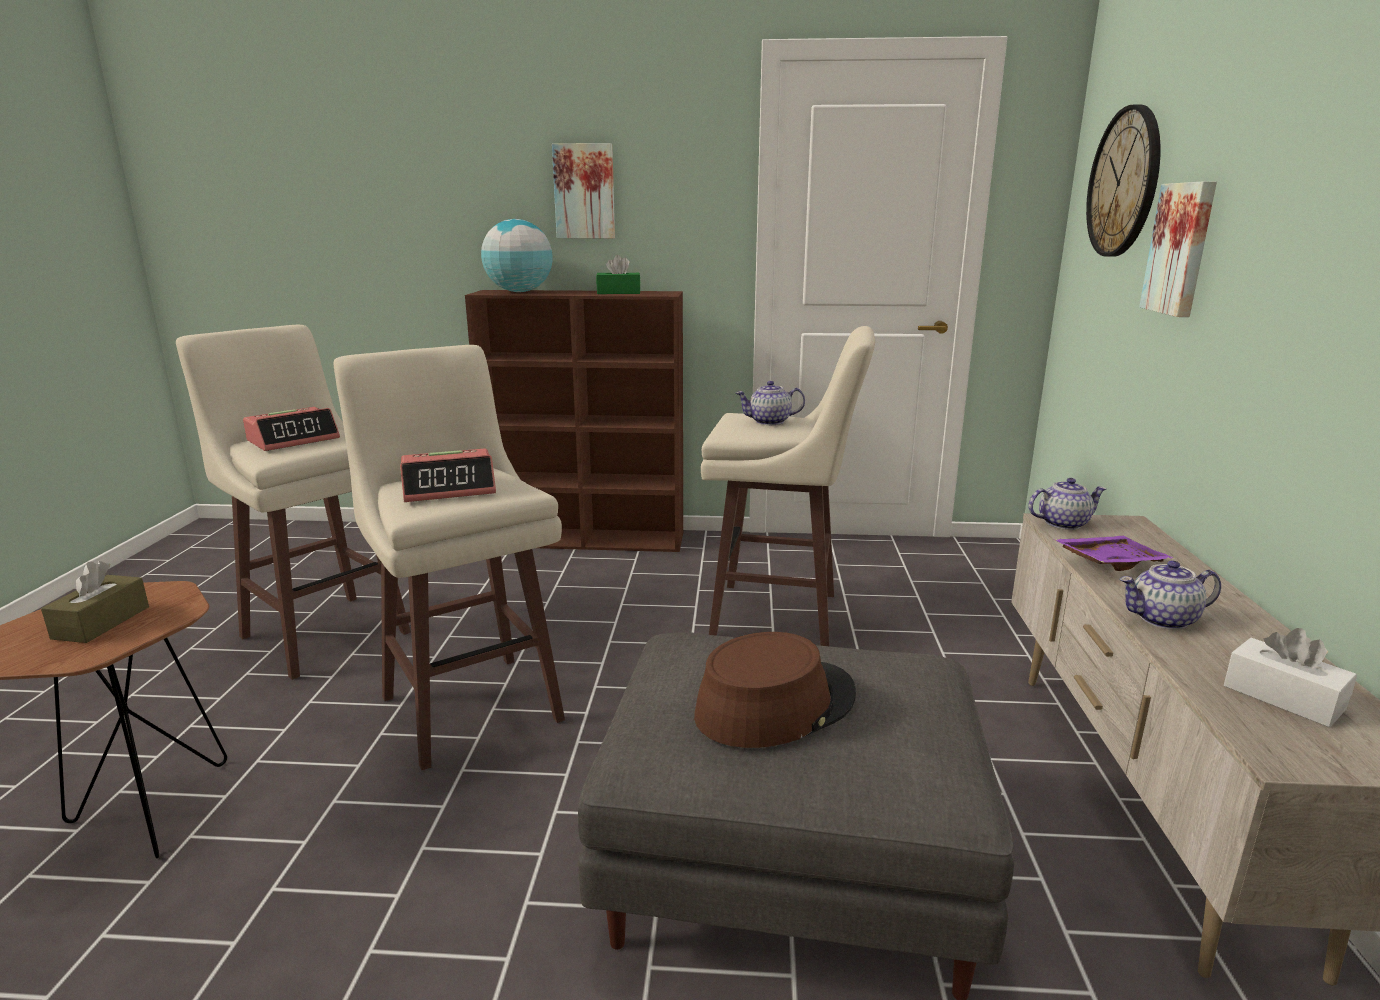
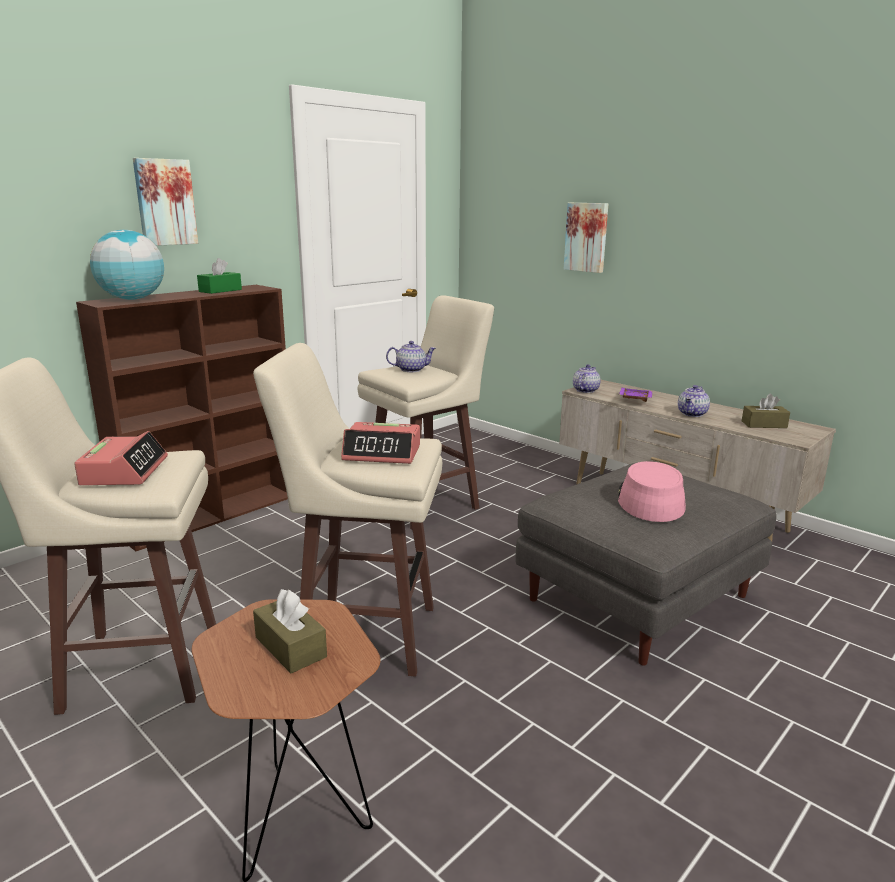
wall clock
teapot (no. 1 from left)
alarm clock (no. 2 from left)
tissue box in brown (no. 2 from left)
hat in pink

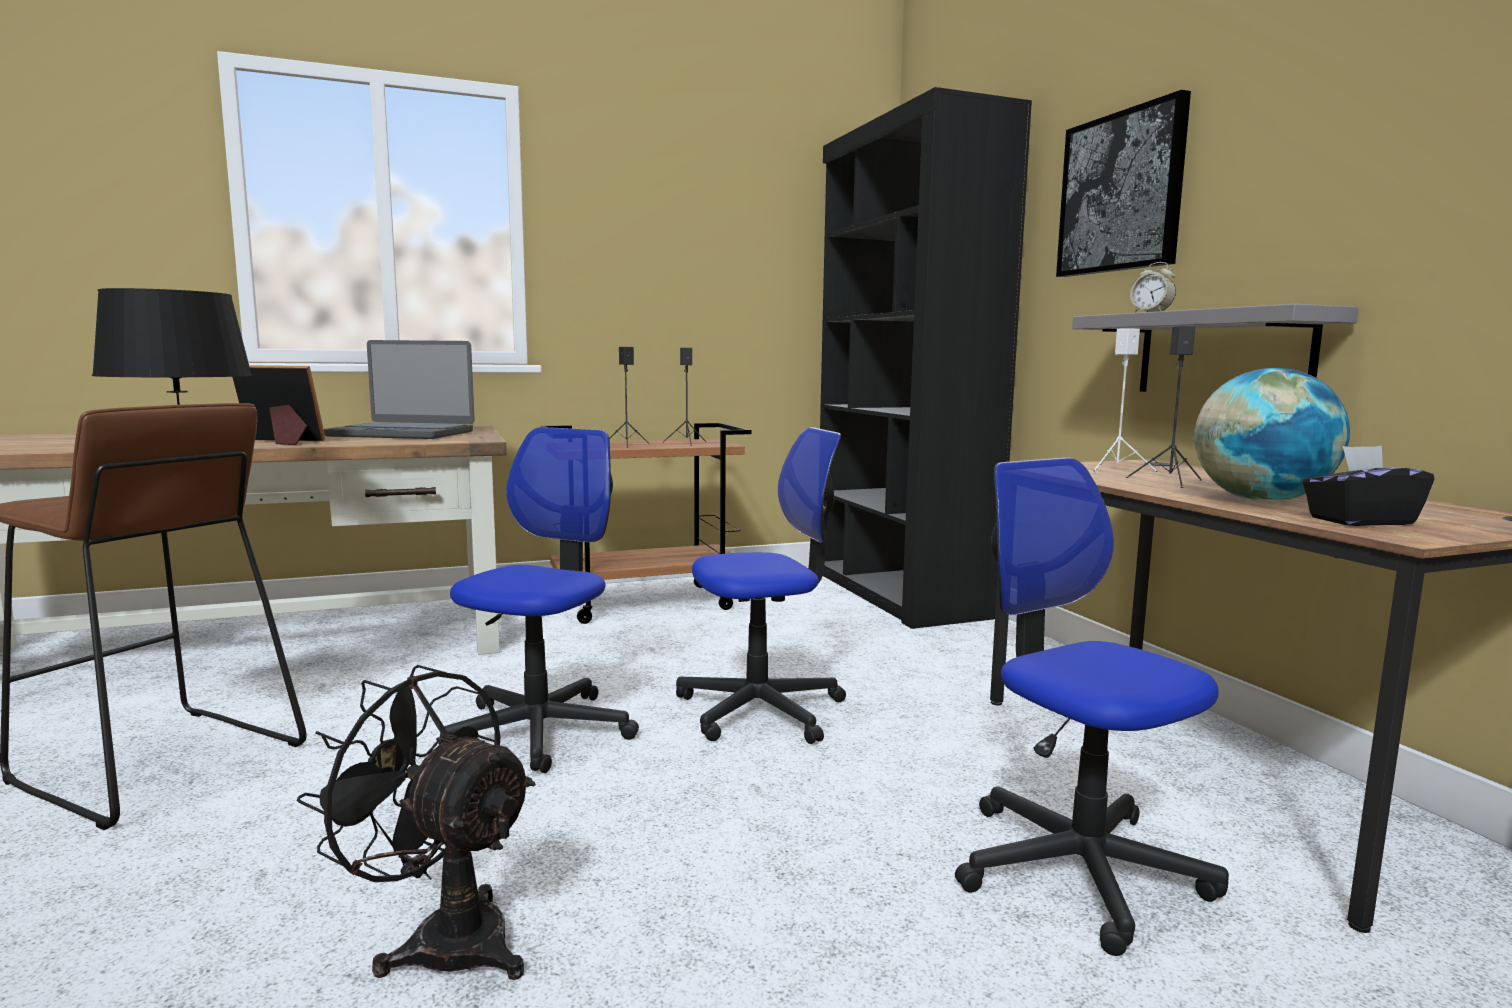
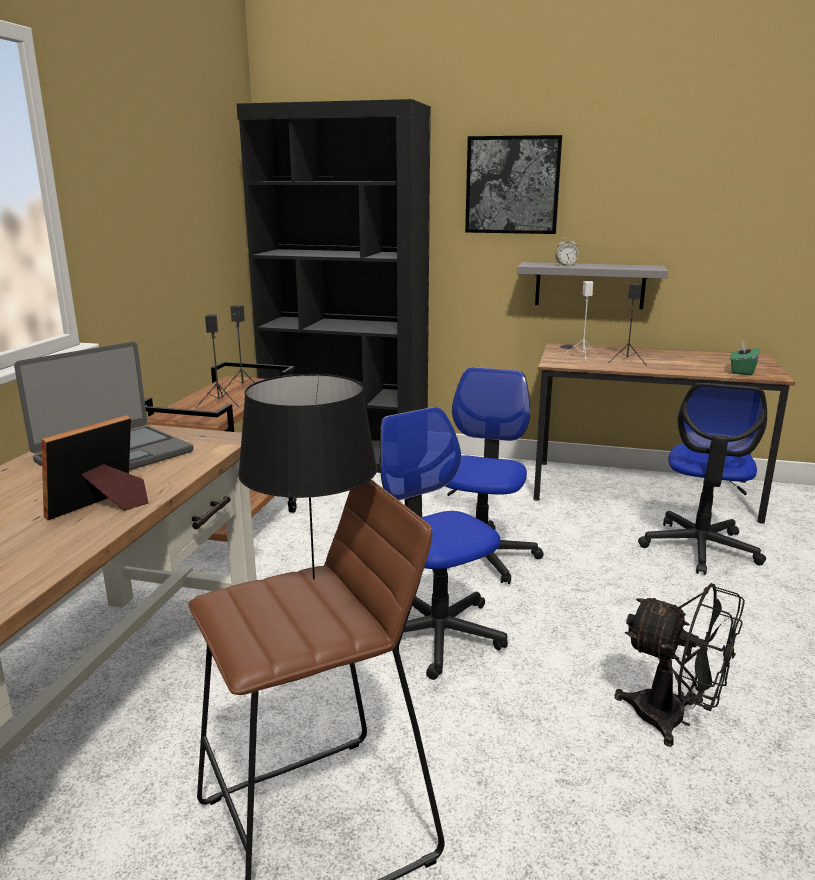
globe
tissue box in green
office chair (no. 3 from left)
fan in black

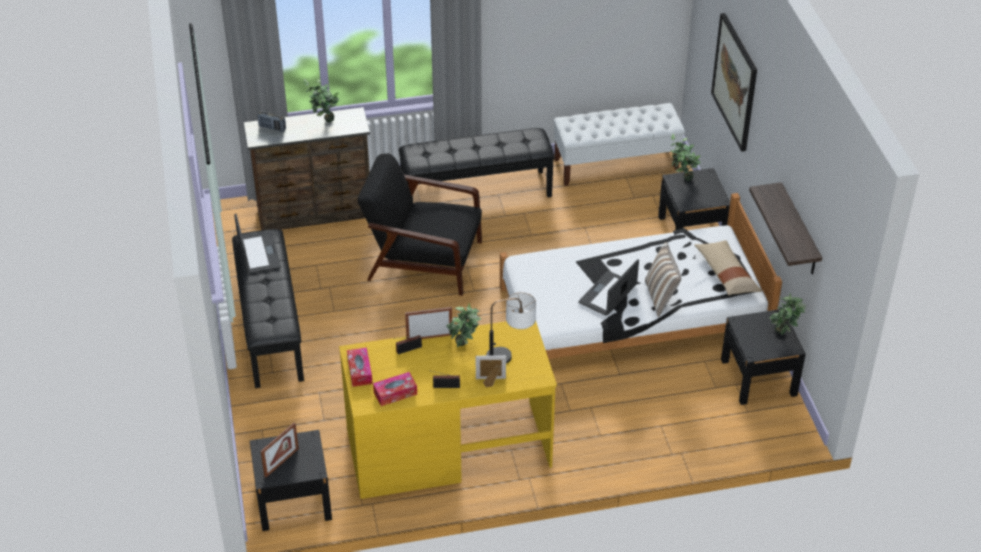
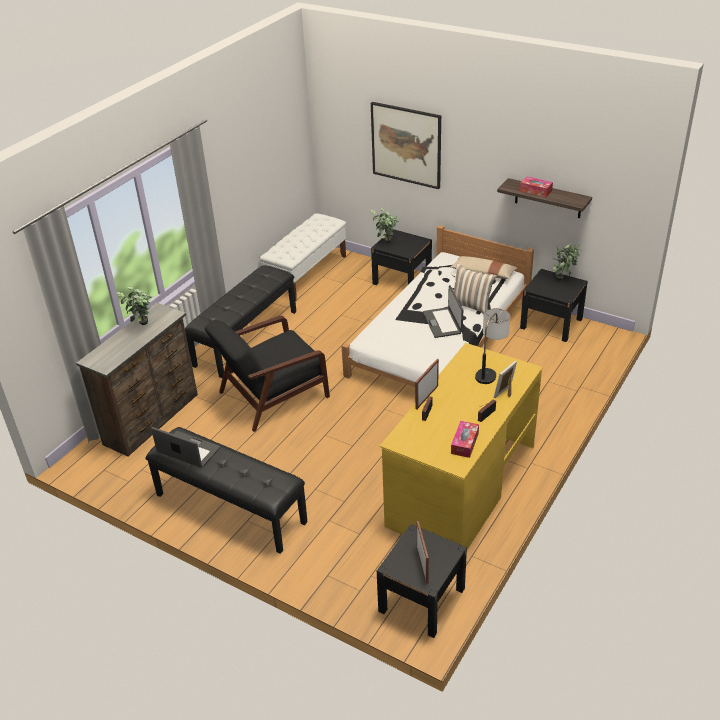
radio (no. 1 from left in the first image)
potted plant (no. 2 from left in the first image)
tissue box (no. 2 from left)

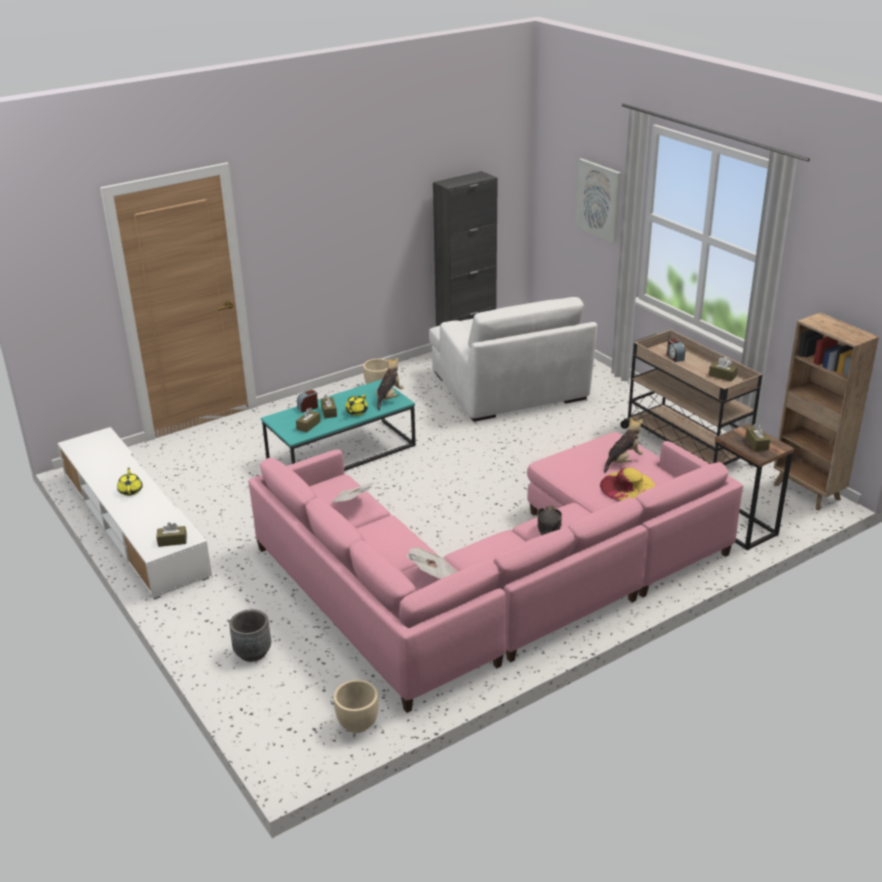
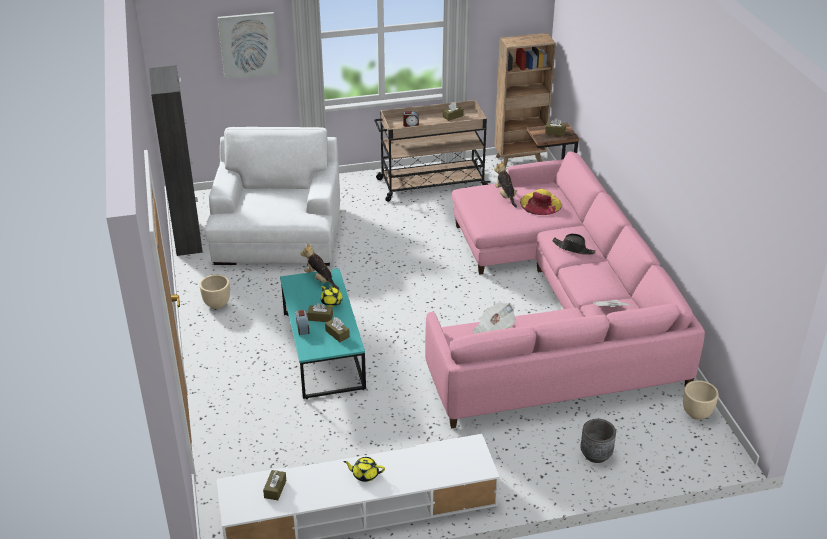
armchair in white
tissue box in brown (no. 1 from left)

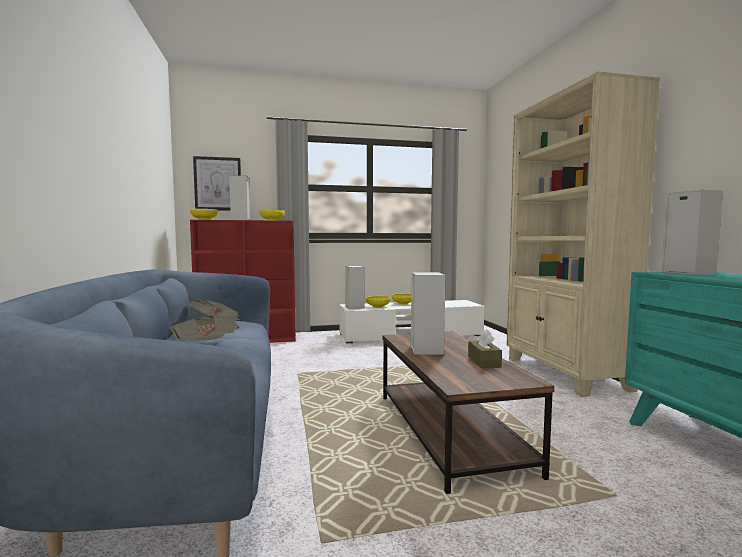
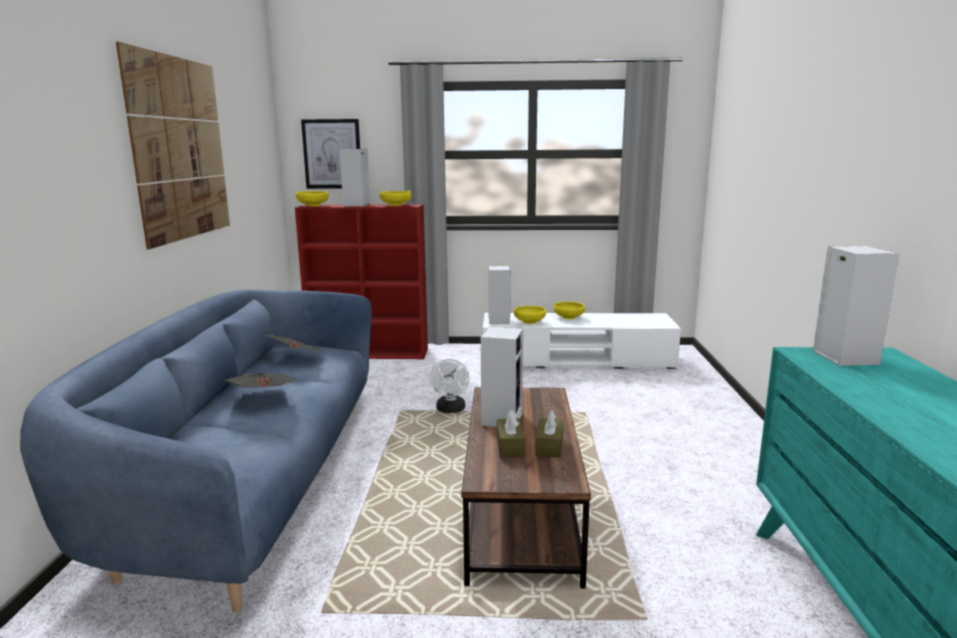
bookcase in beige
picture (no. 1 from left)
fan in white
tissue box in brown (no. 1 from left)

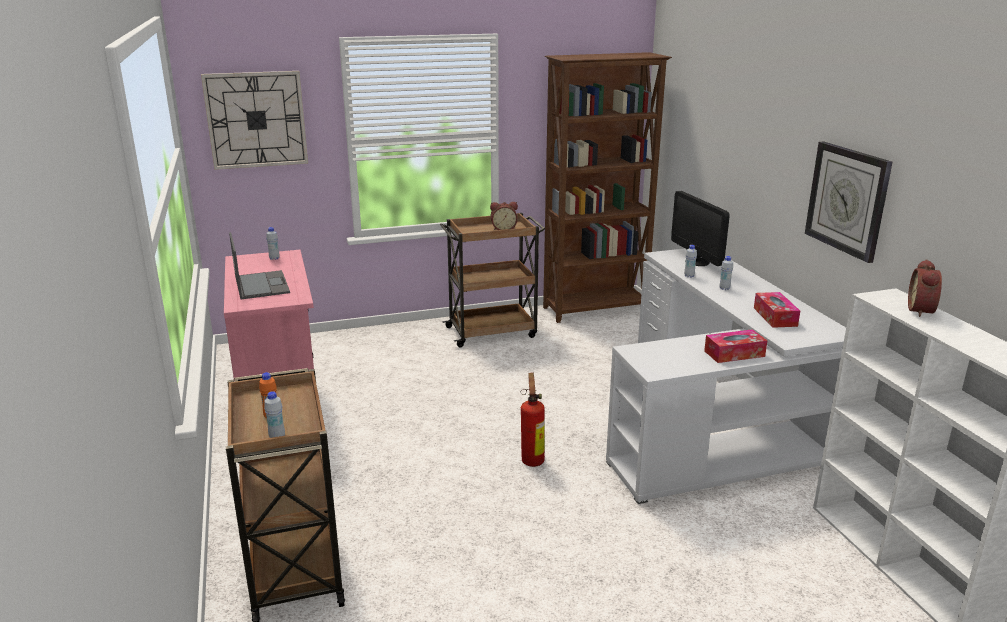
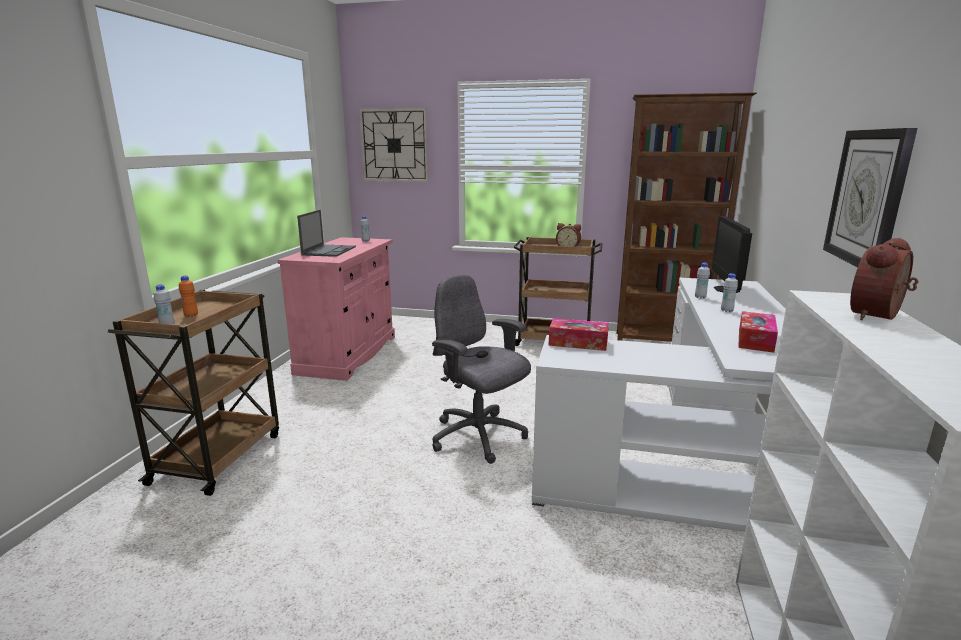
tissue box (no. 1 from left)
office chair in grey

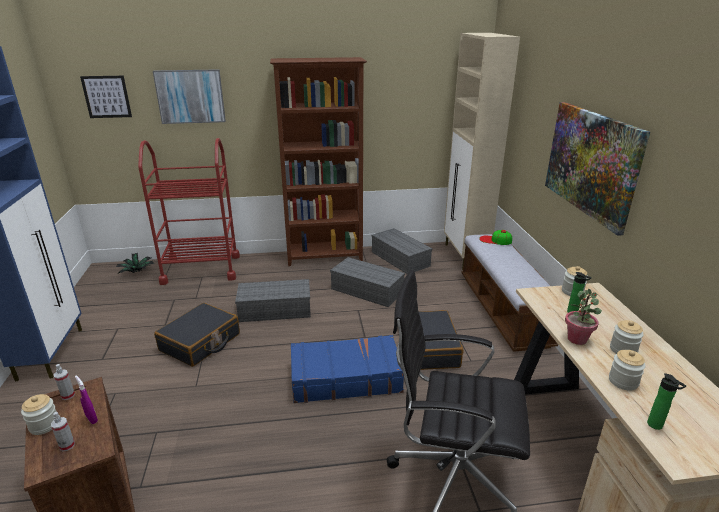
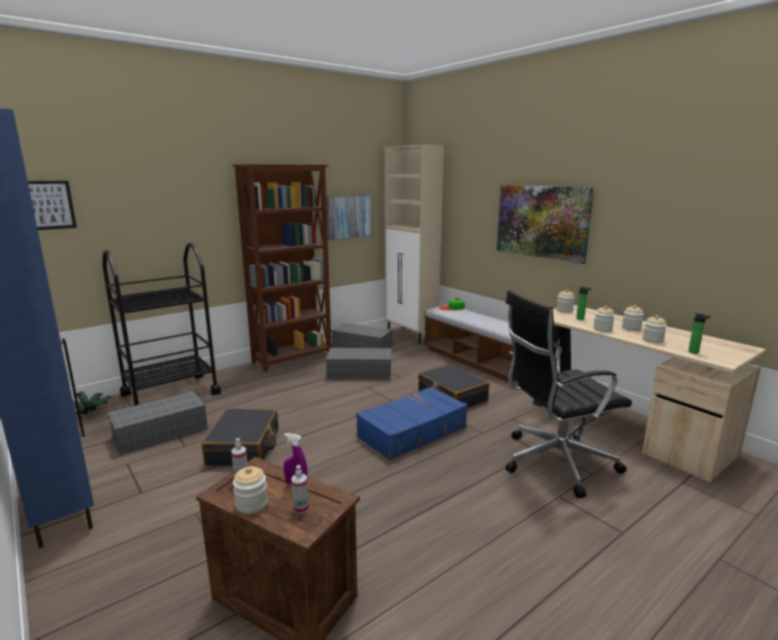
picture (no. 2 from left)
cart in black
storage box in grey (no. 1 from left)
jar (no. 3 from left)

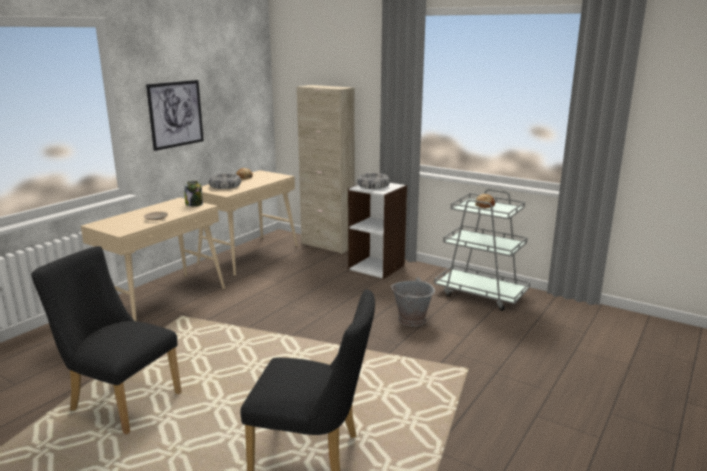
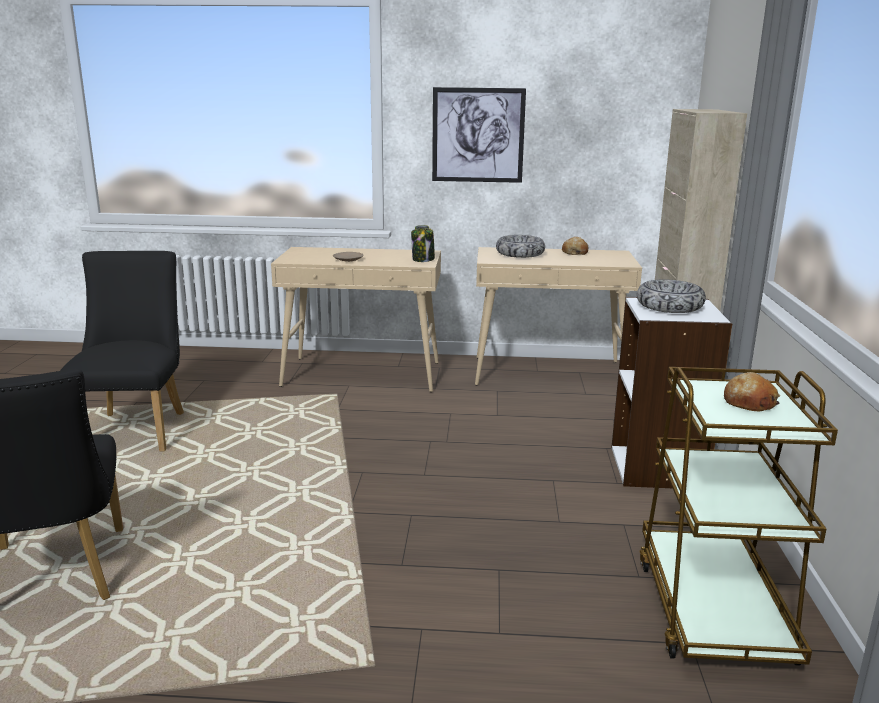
cart in brown
bucket in grey

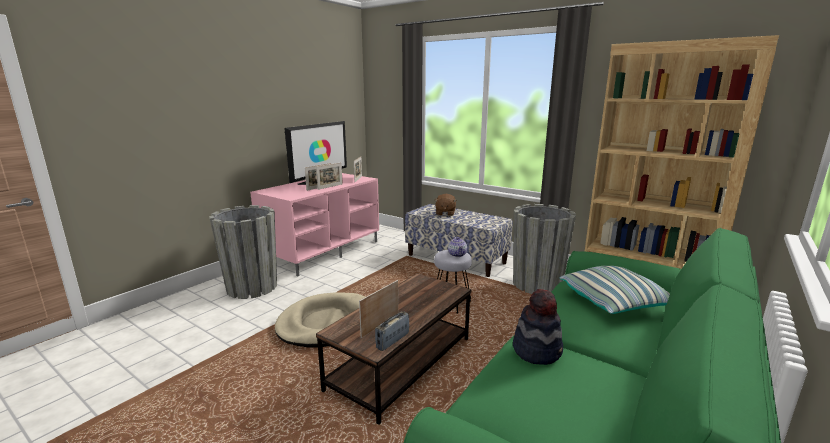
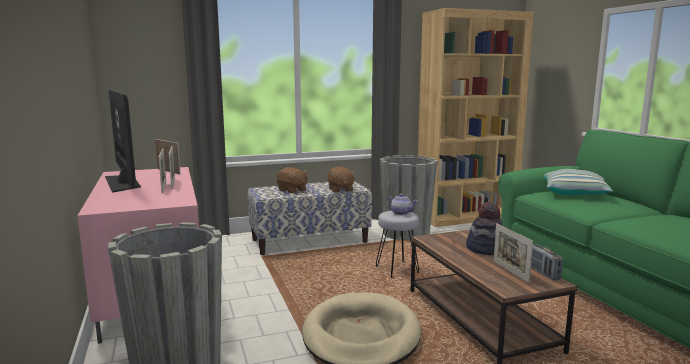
hat
plush toy in brown (no. 2 from left)

